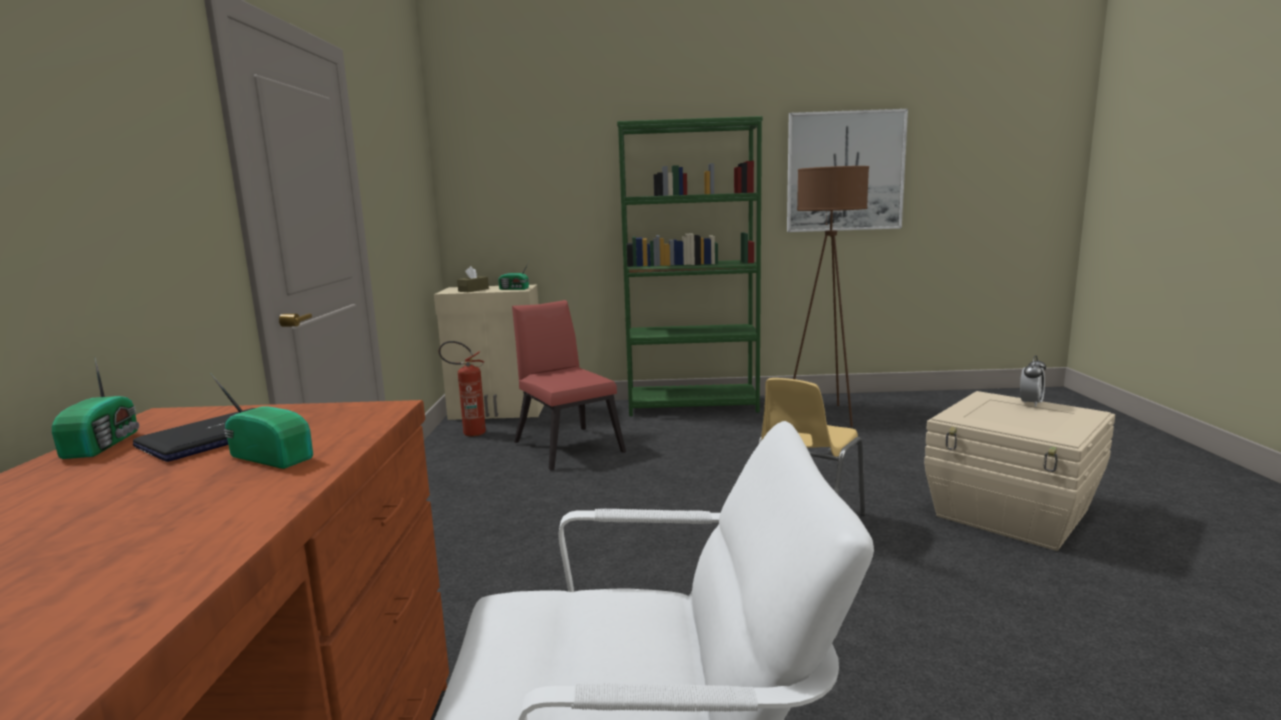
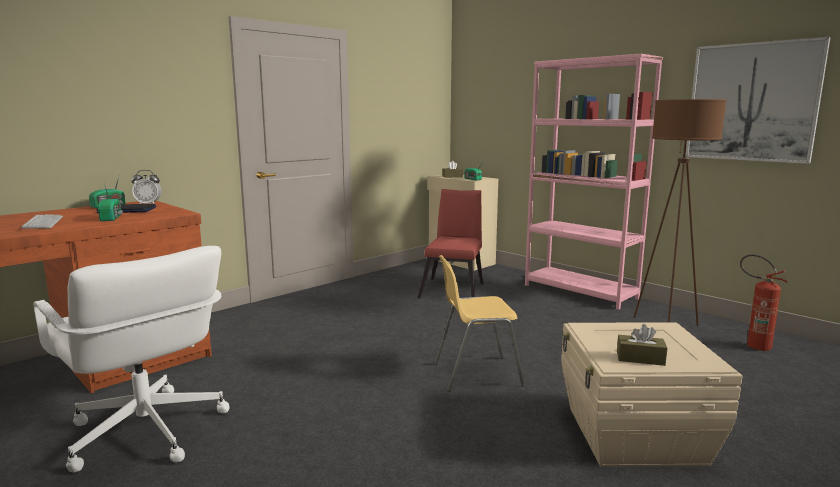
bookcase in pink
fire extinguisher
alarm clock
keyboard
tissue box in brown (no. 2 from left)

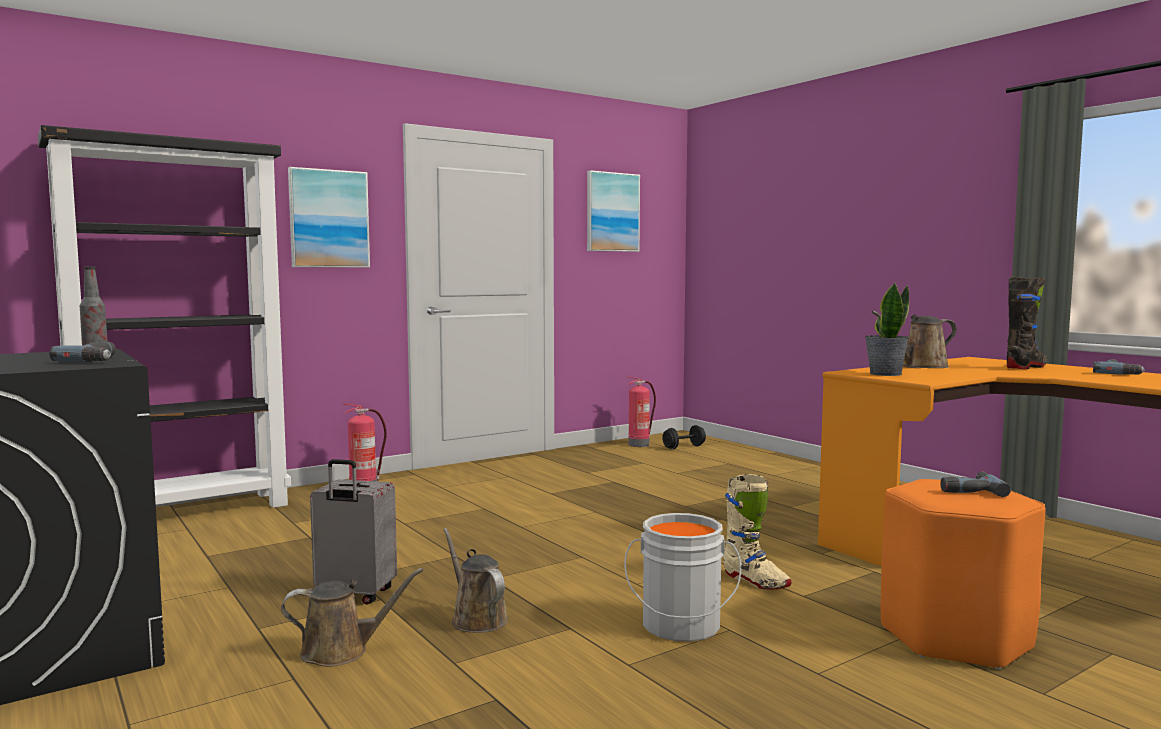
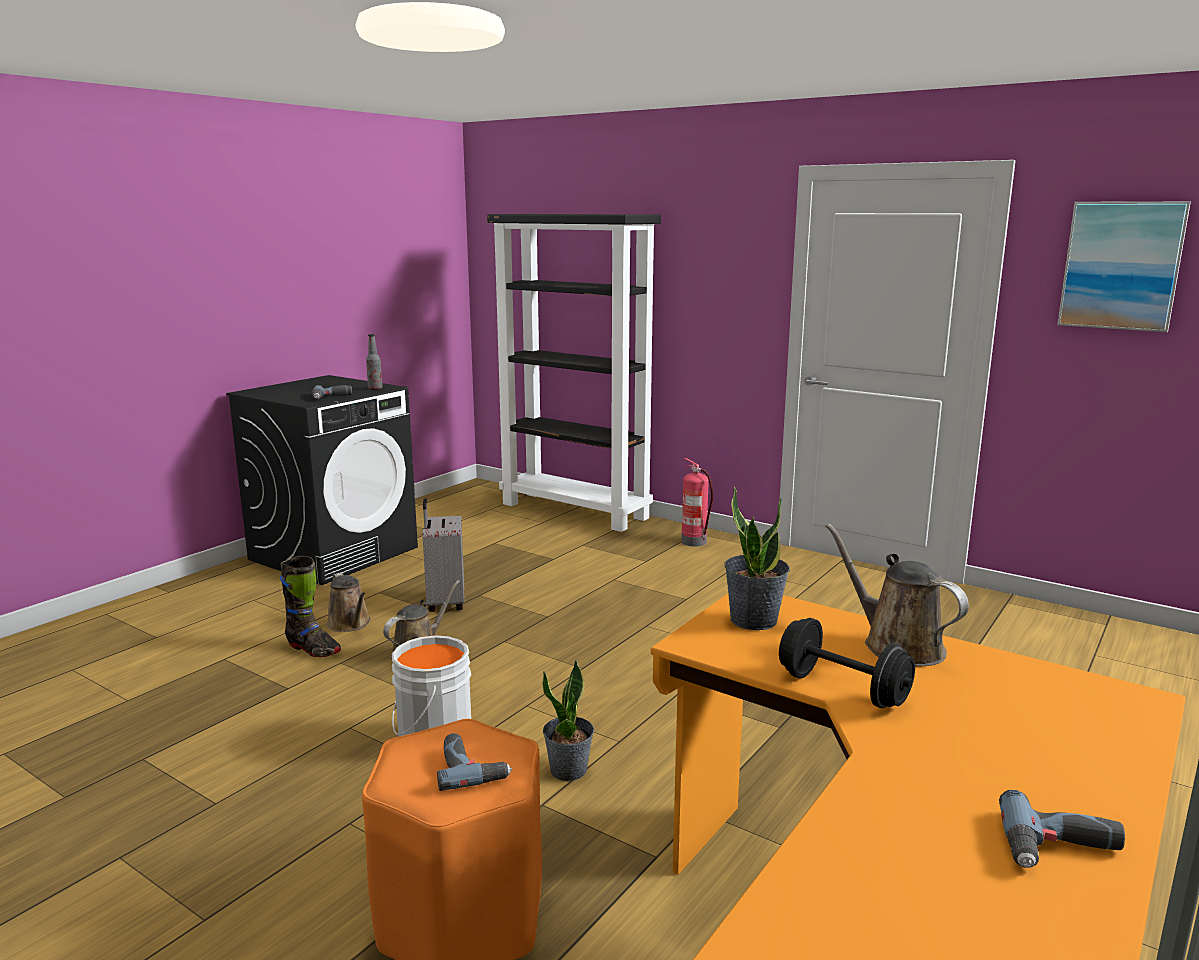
picture (no. 1 from left in the first image)
boot in black
fire extinguisher (no. 2 from left in the first image)
dumbbell in black
potted plant (no. 1 from left)

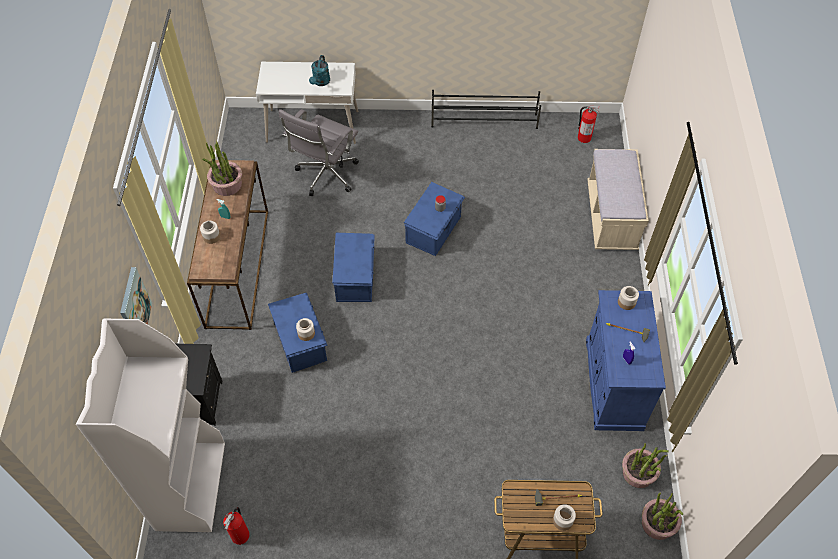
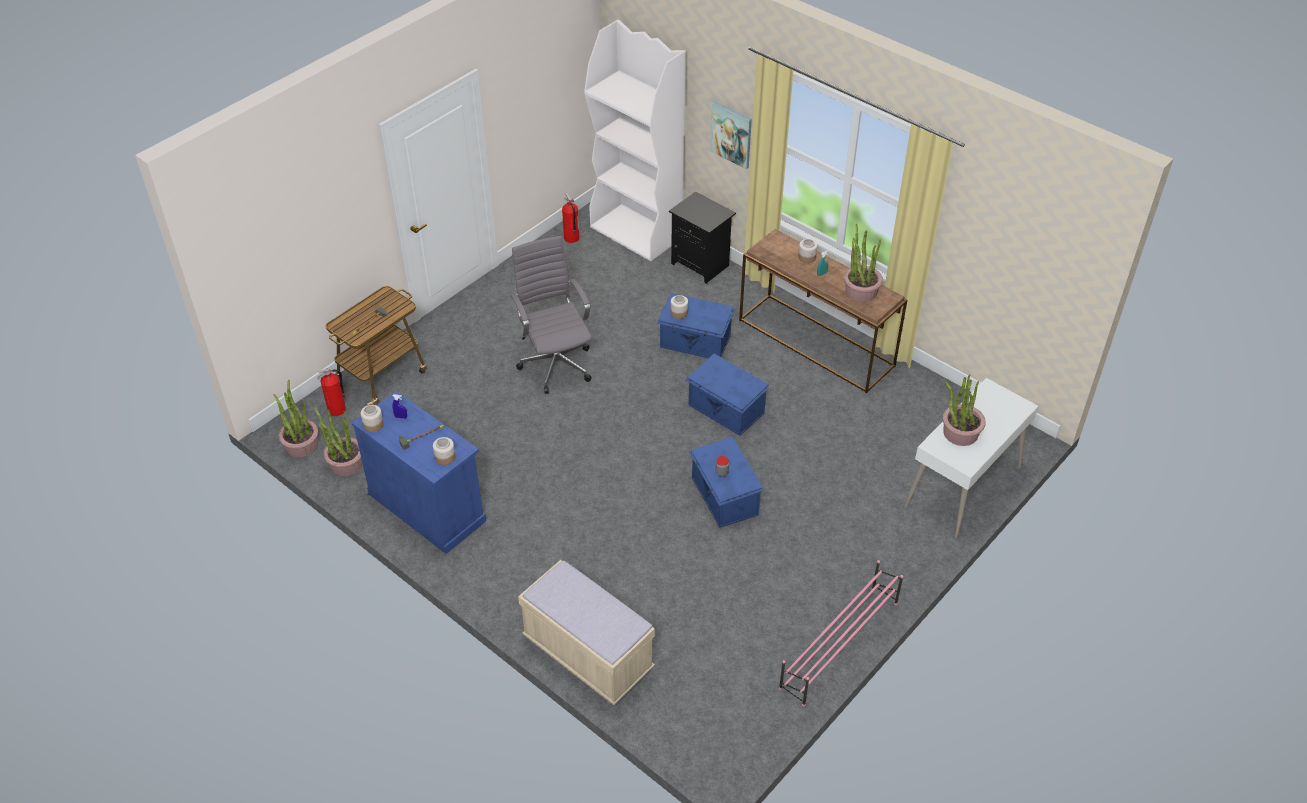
potted plant (no. 4 from left)
shoe rack in pink
fire extinguisher (no. 1 from left)
office chair in grey
jar (no. 1 from left)

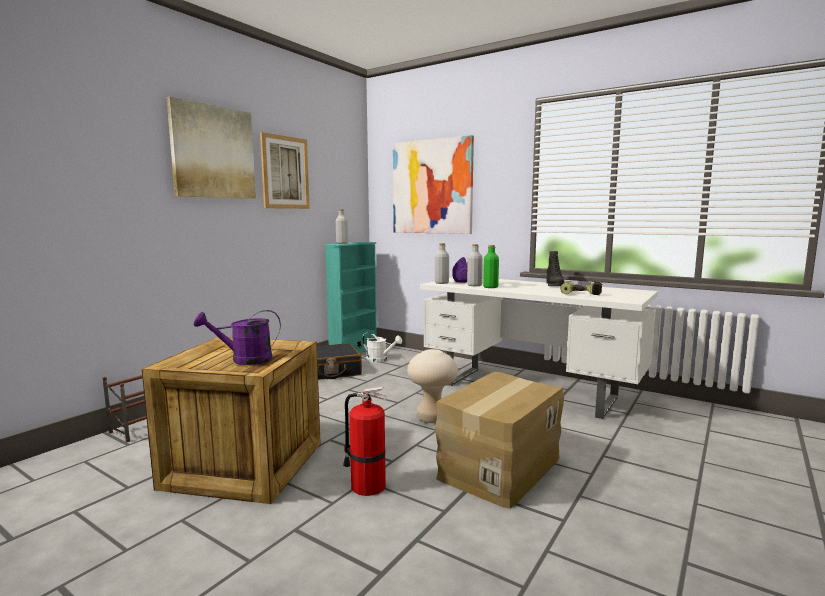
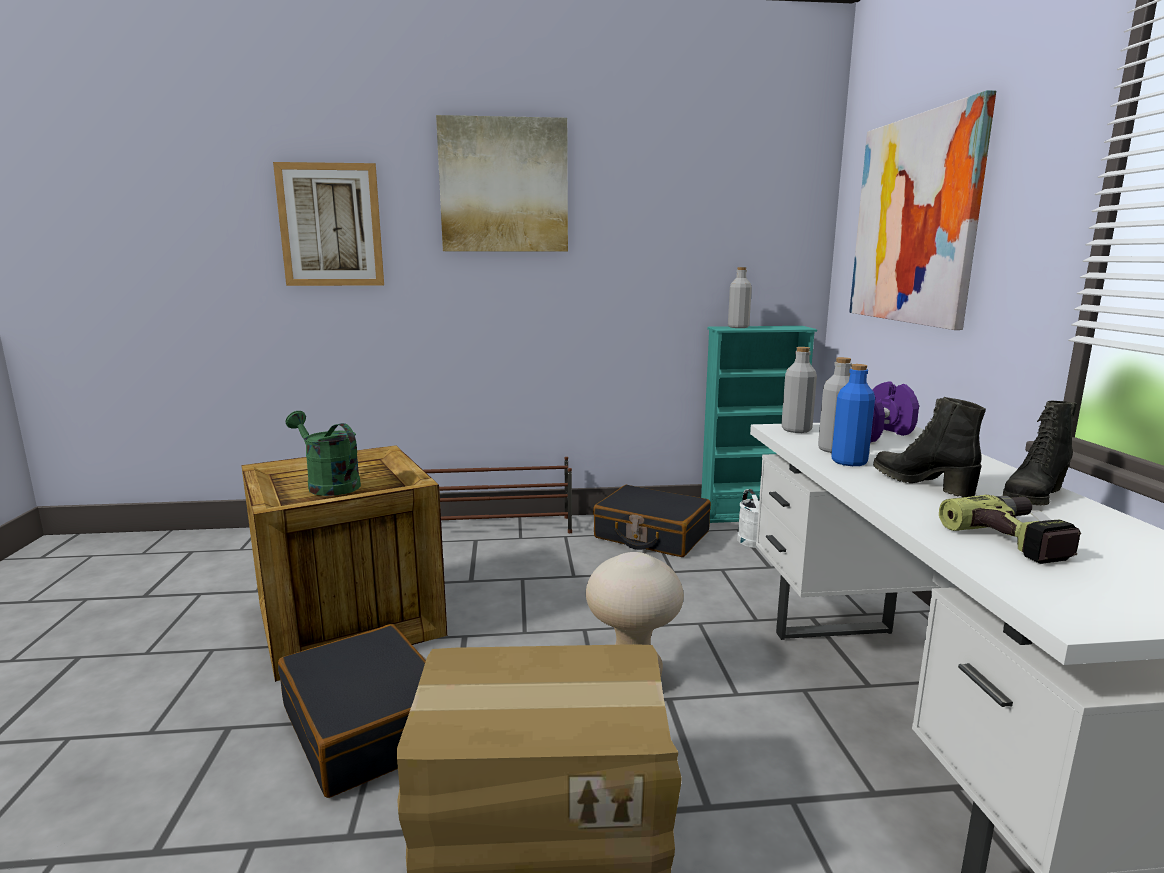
picture (no. 1 from left)
bottle in blue
watering can in green
suitcase in black (no. 1 from left)
boot in black (no. 1 from left)

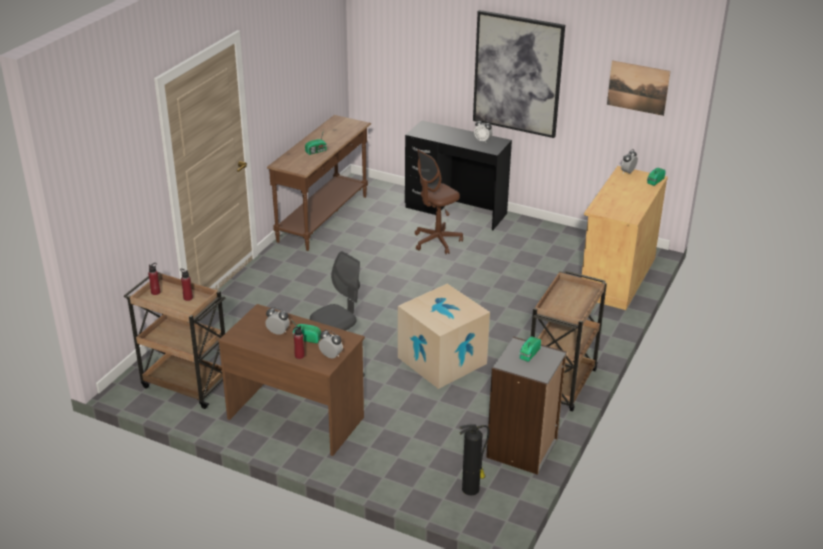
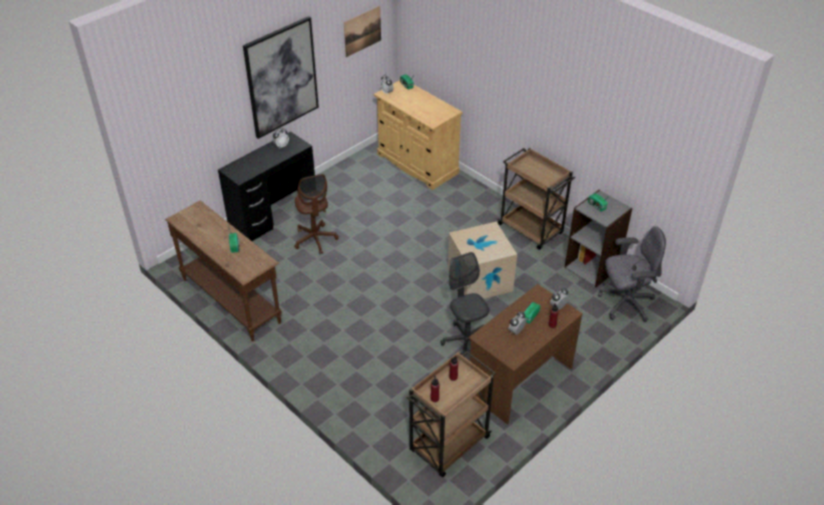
office chair in grey (no. 2 from left)

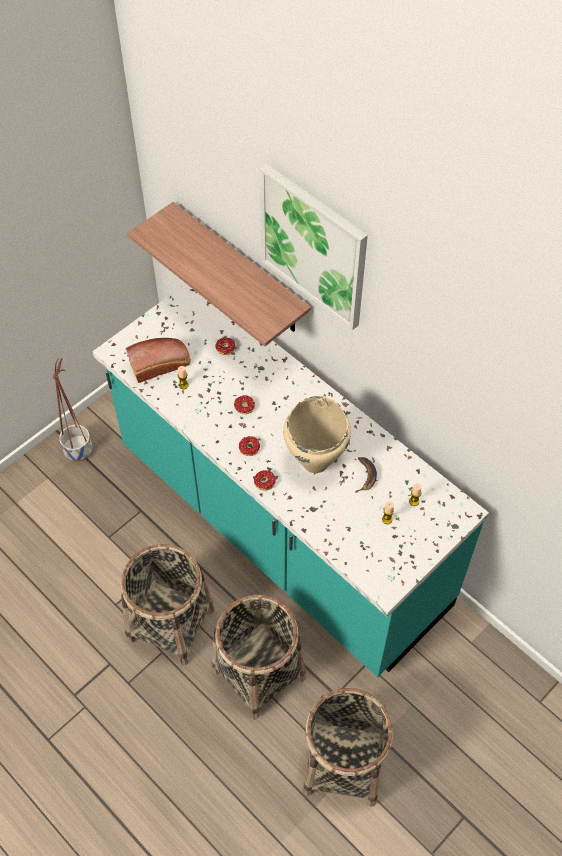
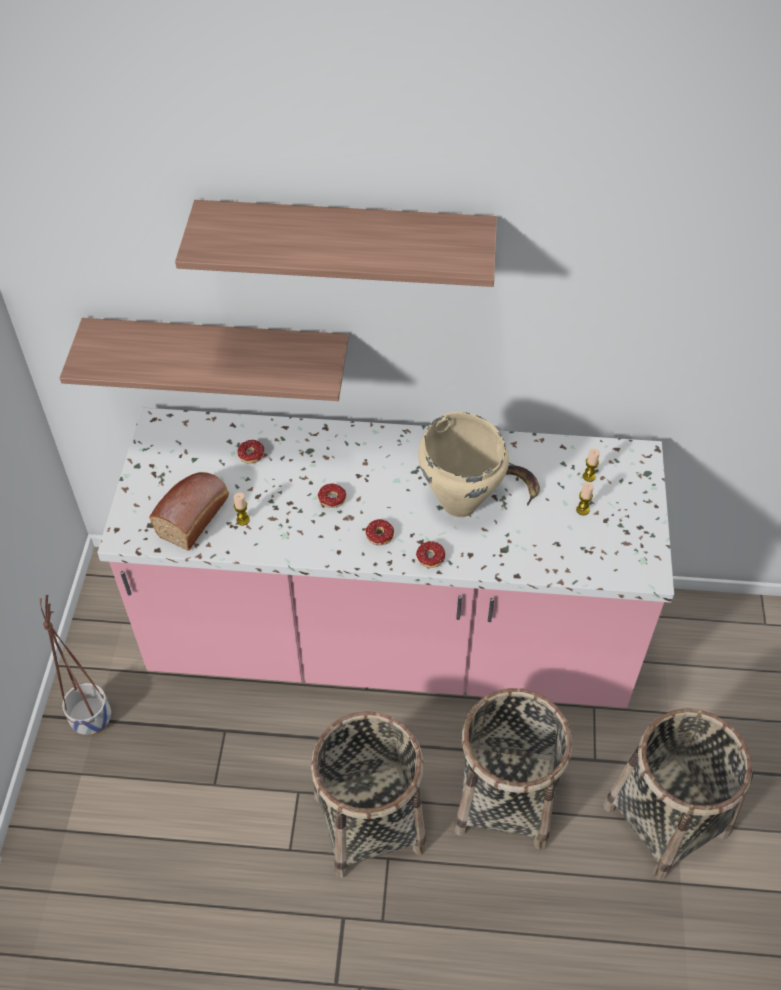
shelf (no. 2 from left)
counter in pink

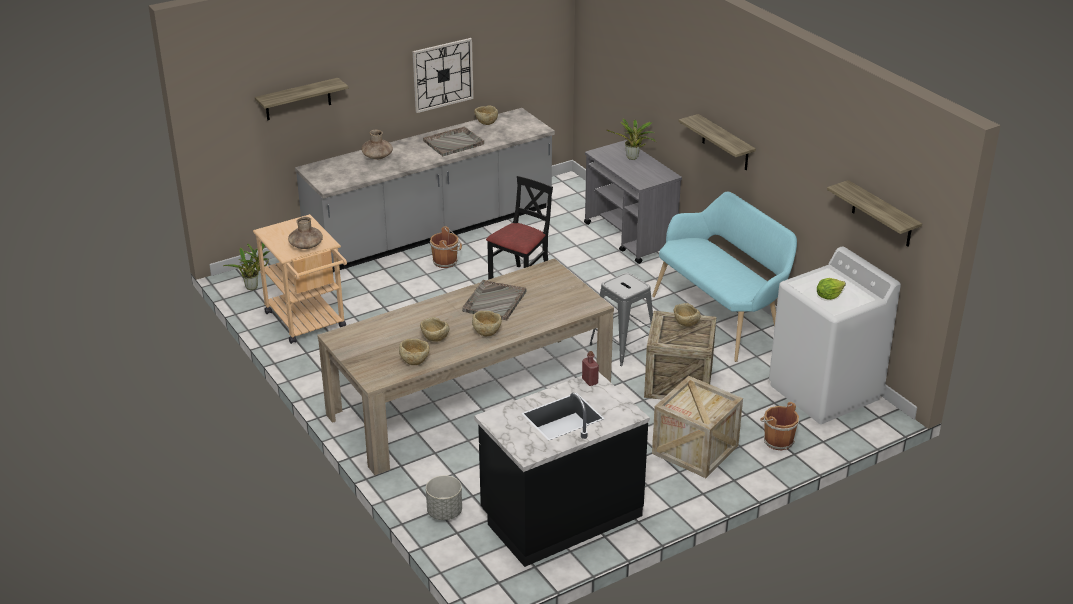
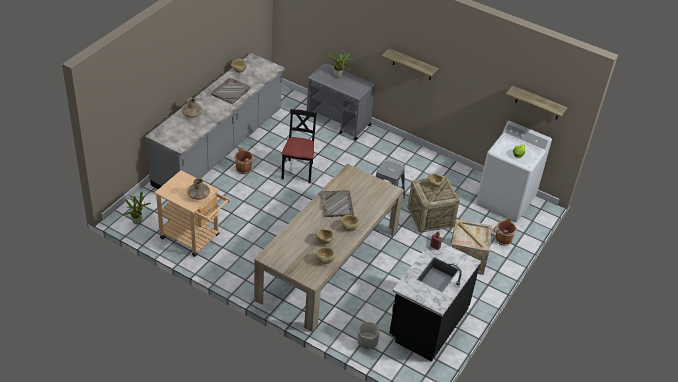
wall clock
shelf (no. 1 from left in the first image)
bench in turquoise

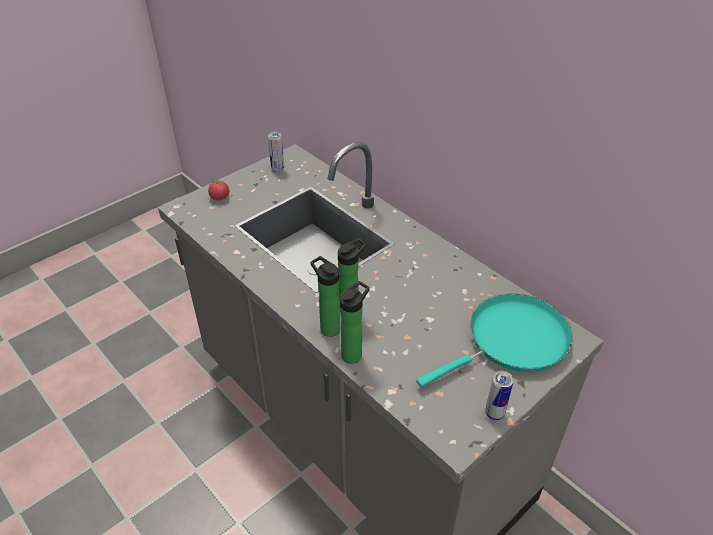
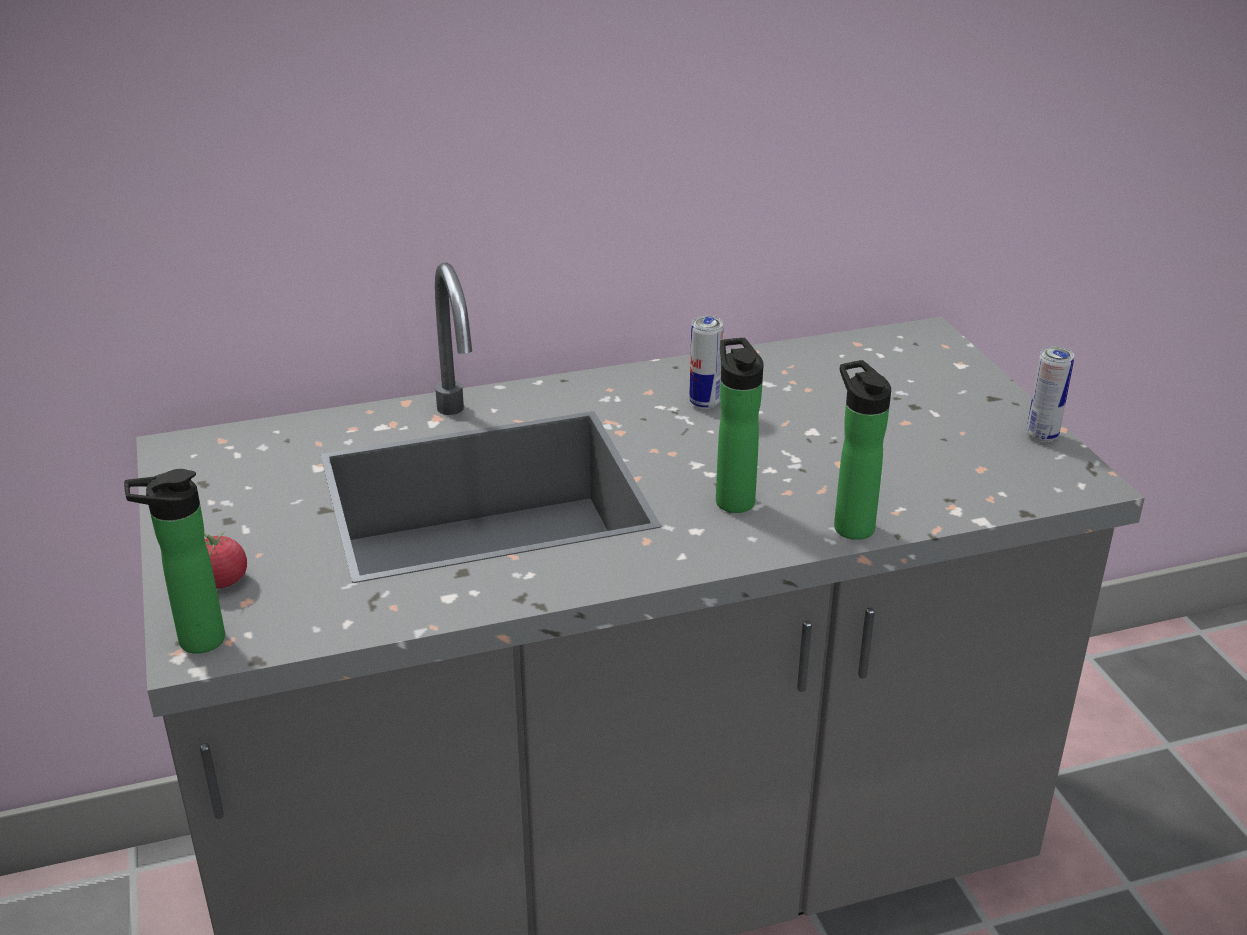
can (no. 1 from left)
bottle (no. 1 from left)
frying pan in turquoise

